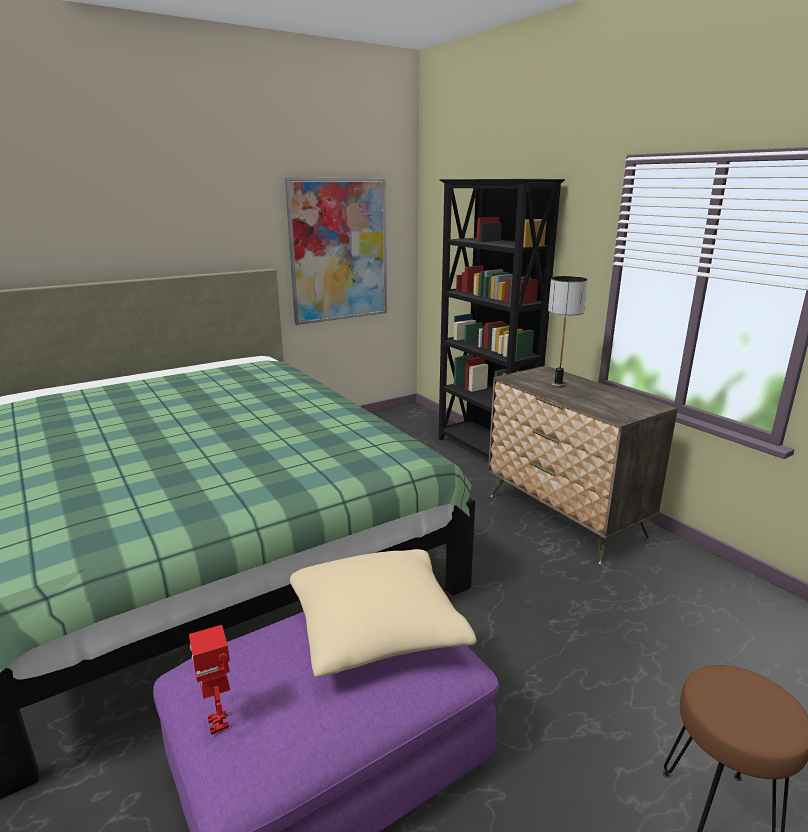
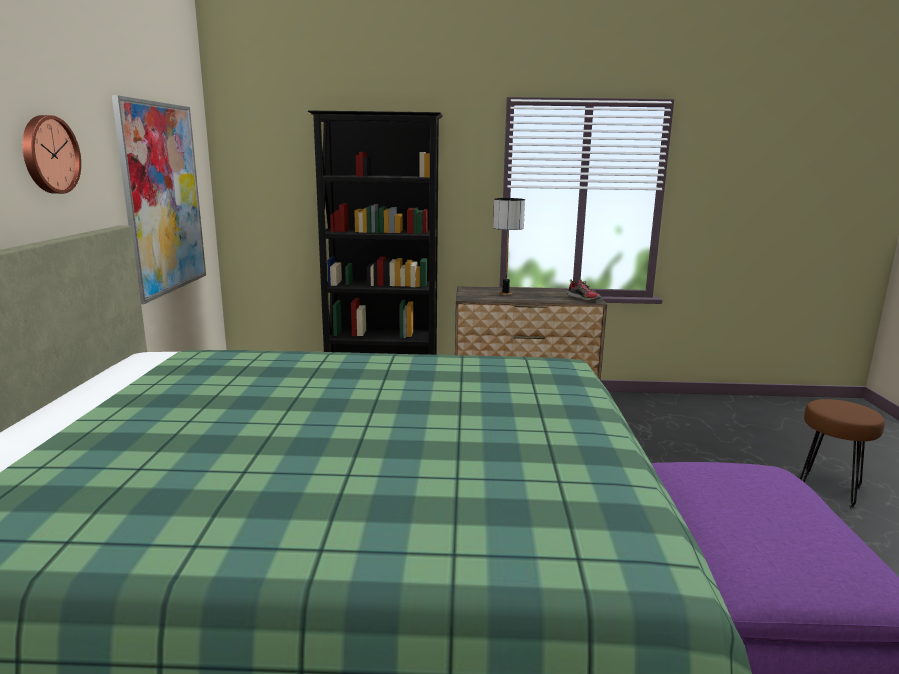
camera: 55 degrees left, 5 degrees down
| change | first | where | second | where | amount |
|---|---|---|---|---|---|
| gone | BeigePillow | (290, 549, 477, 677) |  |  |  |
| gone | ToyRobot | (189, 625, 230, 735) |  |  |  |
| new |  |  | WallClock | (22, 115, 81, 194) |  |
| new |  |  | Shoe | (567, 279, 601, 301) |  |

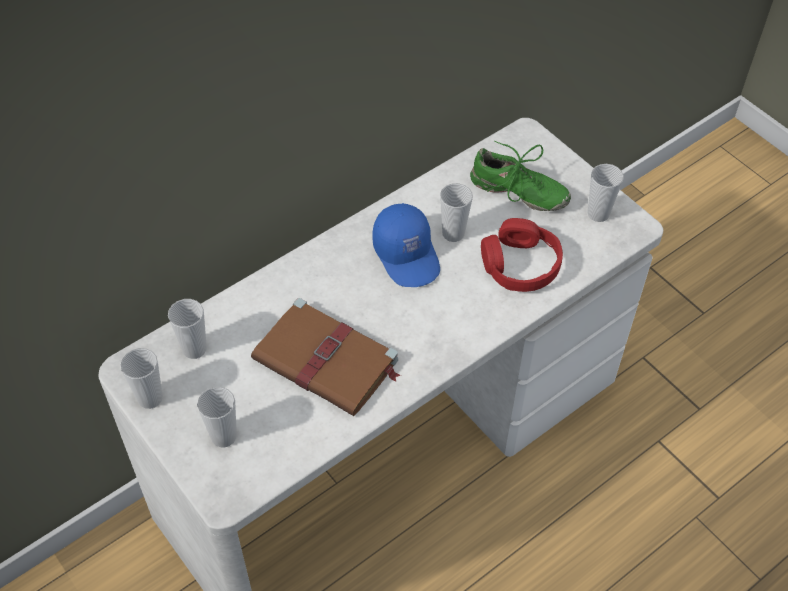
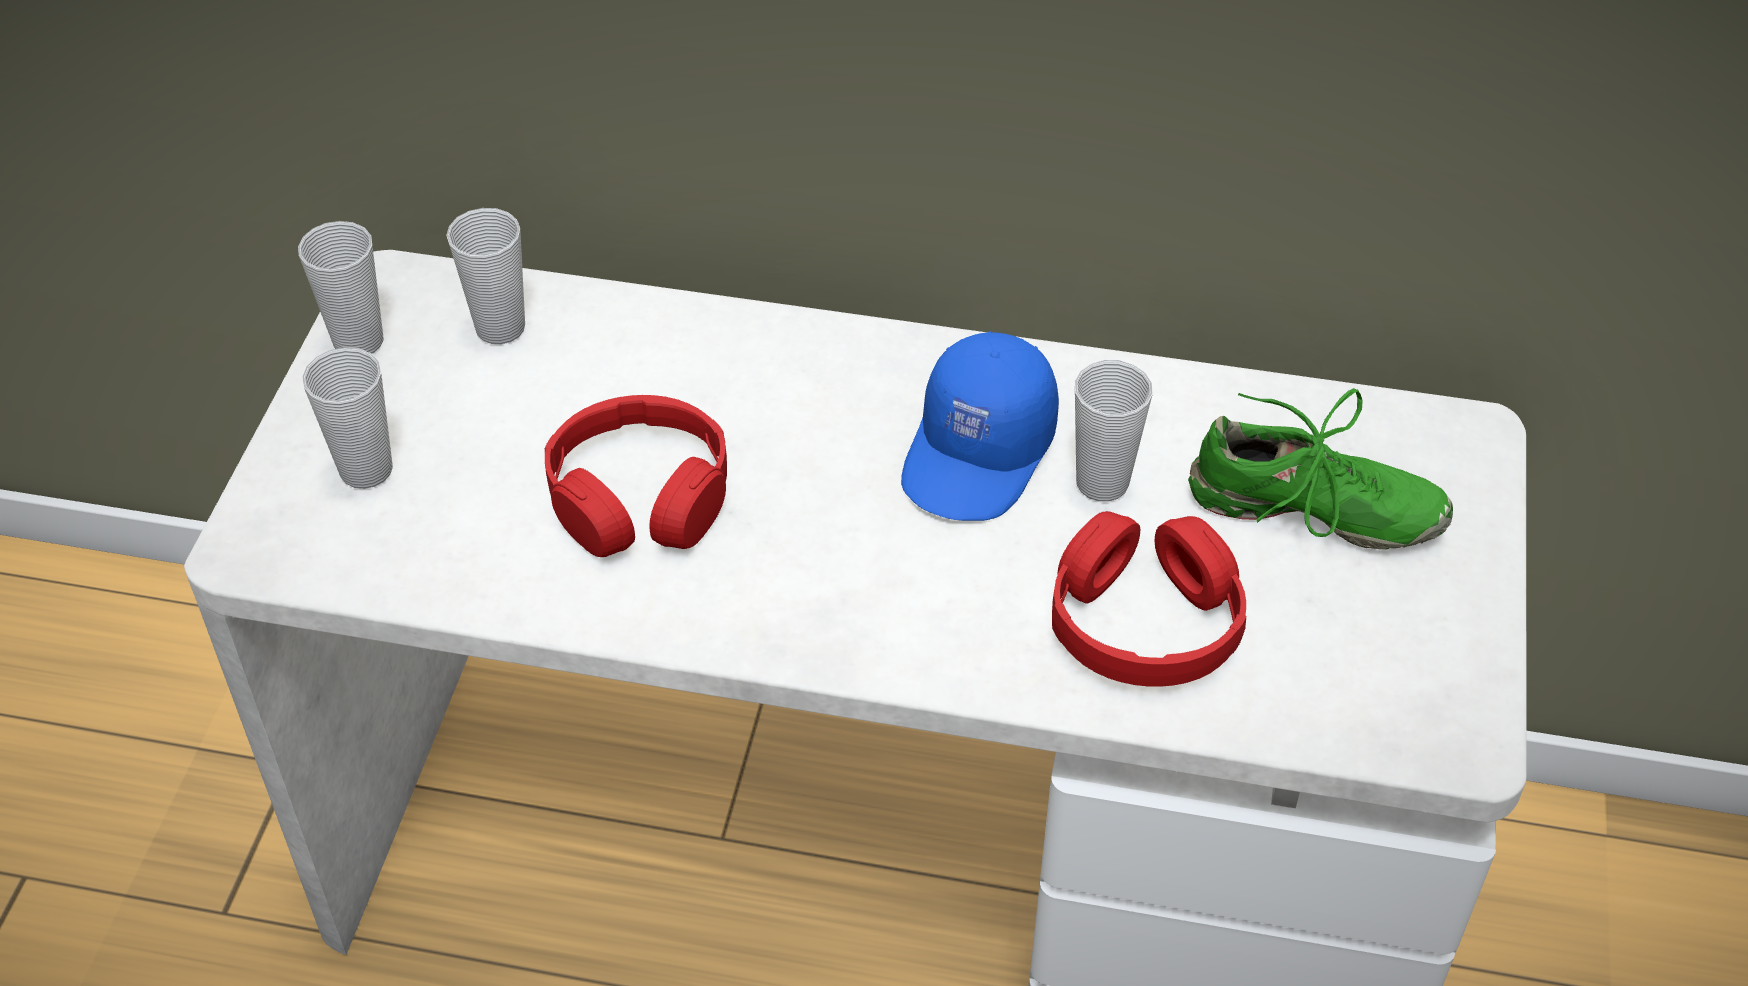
camera: 50 degrees right, 5 degrees down
| change | first | where | second | where | amount |
|---|---|---|---|---|---|
| rotated | GreenShoe | (470, 140, 571, 211) |  | (1188, 388, 1453, 550) | 60 degrees counterclockwise |
| gone | Cup | (588, 164, 624, 222) |  |  |  |
| swapped | BrownBook | (251, 298, 401, 416) | RedHeadphones | (545, 395, 727, 557) |  |

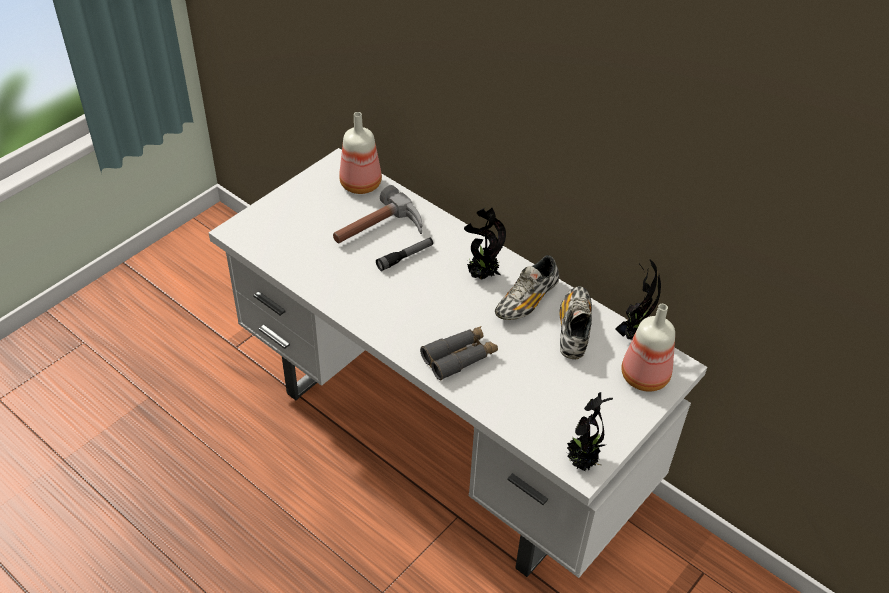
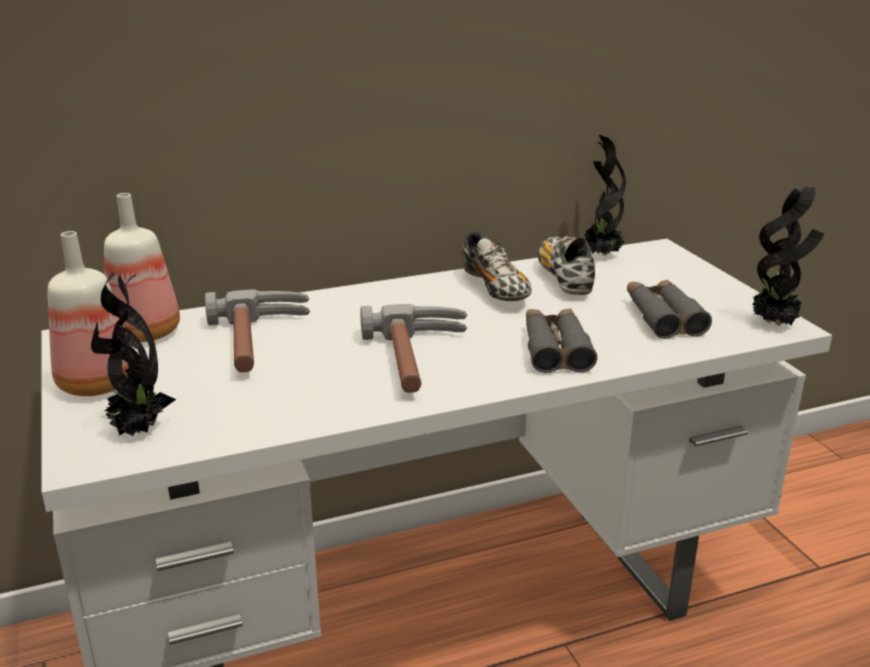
camera: 60 degrees left, 20 degrees down
| change | first | where | second | where | amount |
|---|---|---|---|---|---|
| shifted | PottedPlant | (464, 208, 506, 280) |  | (91, 271, 176, 436) |  |
| gone | Flashlight | (376, 238, 433, 271) |  |  |  |
| rotated | Shoe | (559, 286, 592, 359) |  | (538, 236, 595, 295) | 45 degrees clockwise |
| shifted | Bottle | (621, 304, 675, 392) |  | (47, 231, 129, 396) |  |
| new |  |  | GreyBinoculars | (627, 280, 712, 339) |  |
| new |  |  | Hammer | (360, 304, 467, 393) |  |

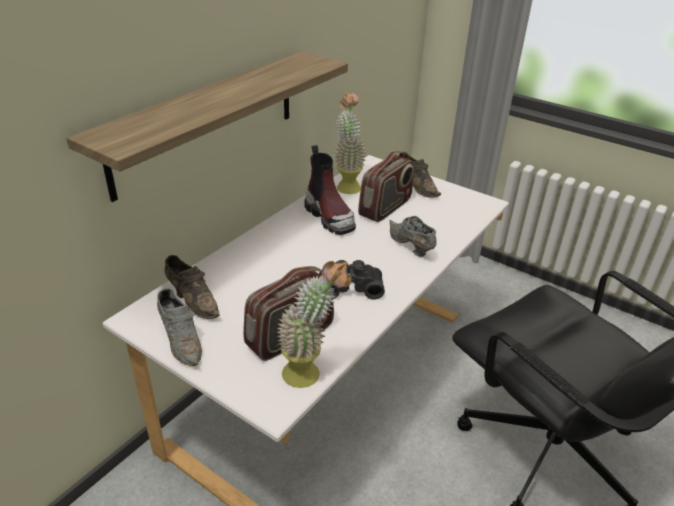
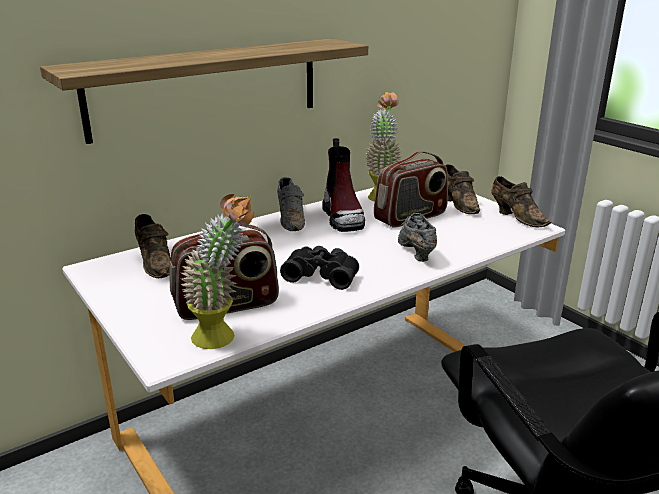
camera: 20 degrees right, 10 degrees down
| change | first | where | second | where | amount |
|---|---|---|---|---|---|
| shifted | GreyShoe | (157, 288, 202, 366) |  | (277, 177, 305, 231) |  |
| new |  |  | BrownShoe | (491, 176, 551, 227) |  |

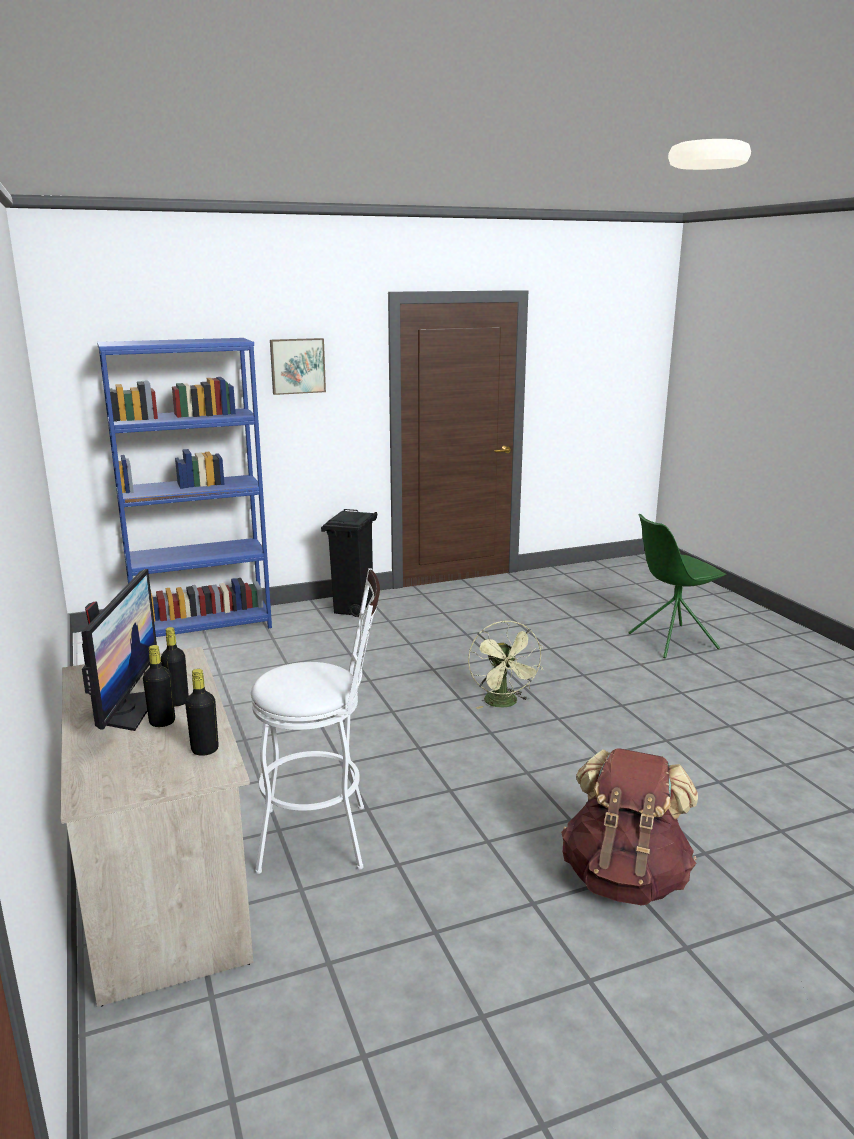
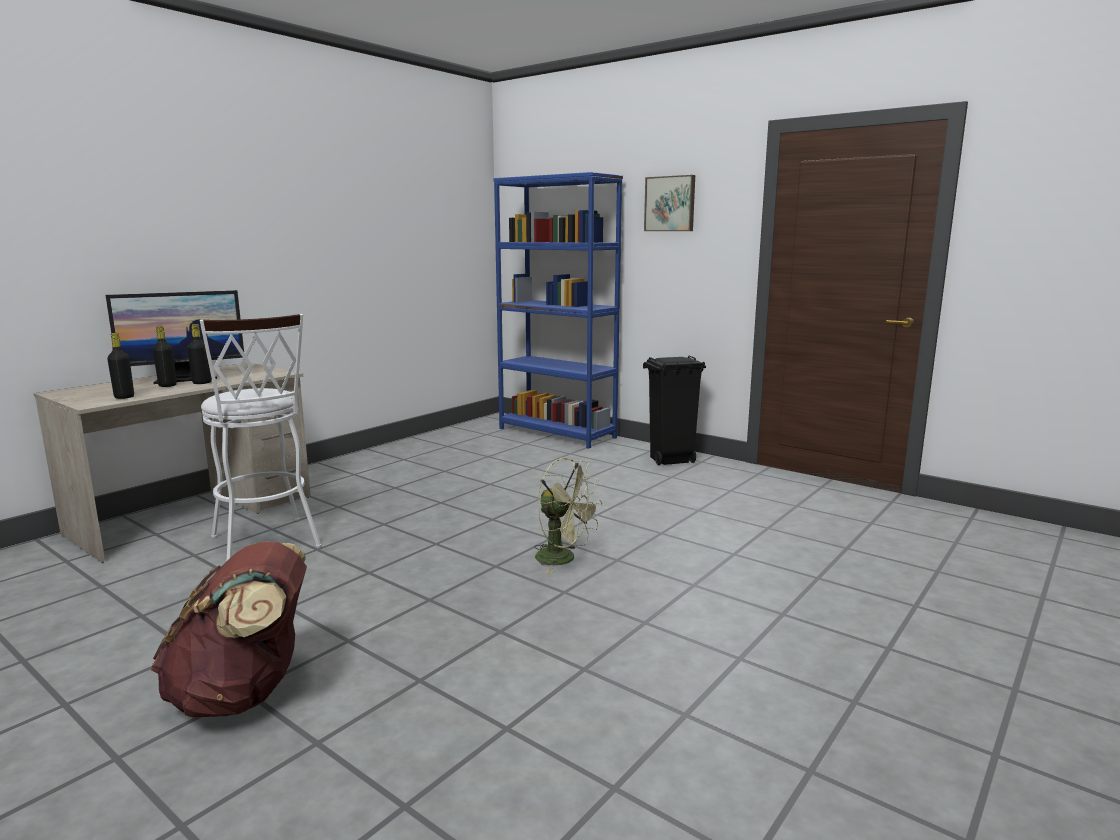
camera: 60 degrees right, 5 degrees down
| change | first | where | second | where | amount |
|---|---|---|---|---|---|
| gone | GreenChair | (628, 514, 726, 658) |  |  |  |
| rotated | GreenFan | (468, 620, 543, 709) |  | (534, 458, 602, 574) | 105 degrees counterclockwise |

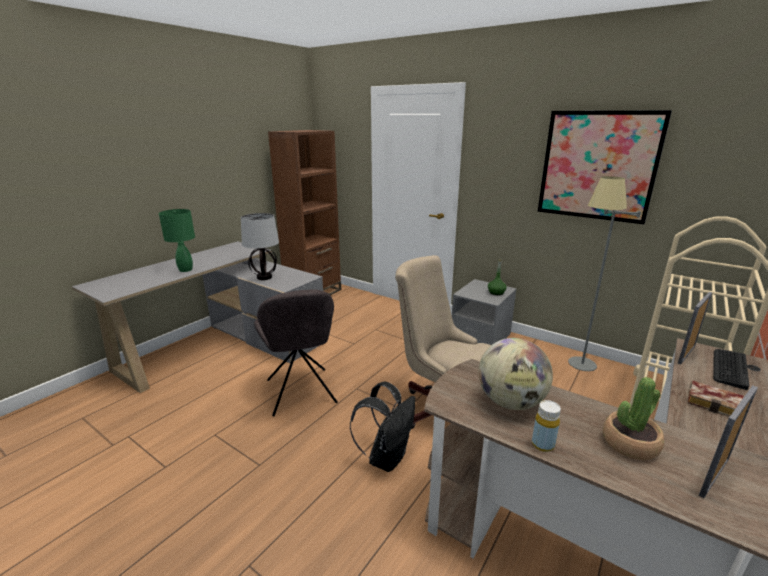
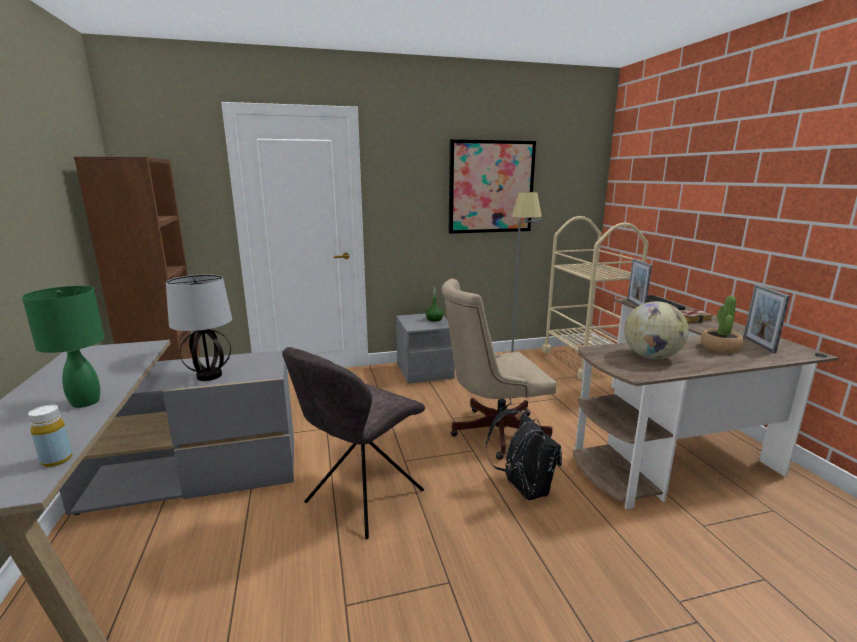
camera: 50 degrees left, 5 degrees down
| change | first | where | second | where | amount |
|---|---|---|---|---|---|
| rotated | GreyChair | (254, 289, 338, 416) |  | (282, 347, 425, 539) | 105 degrees clockwise |
| shifted | YellowBottle | (532, 400, 561, 452) |  | (28, 405, 72, 467) |  |

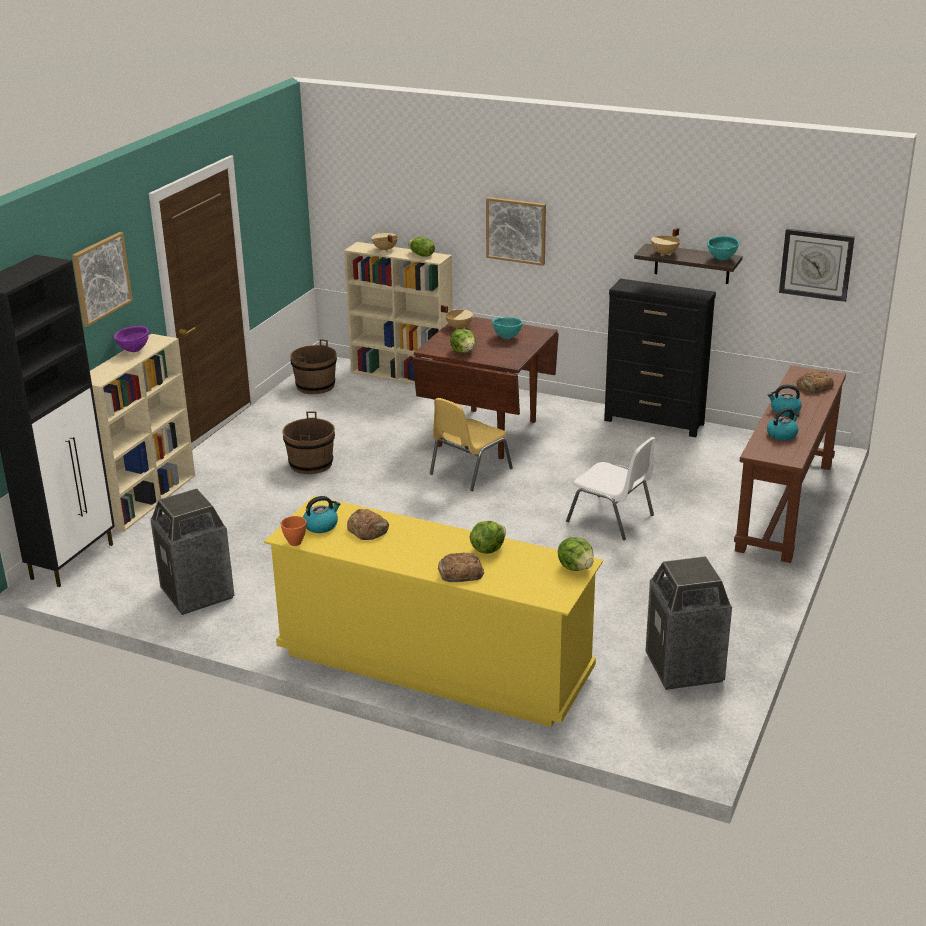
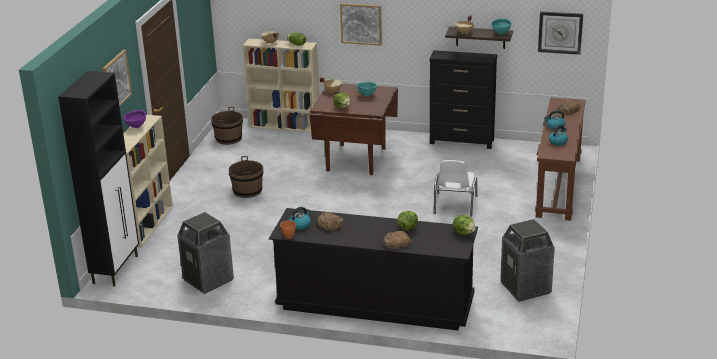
camera: 10 degrees left, 0 degrees up
| change | first | where | second | where | amount |
|---|---|---|---|---|---|
| gone | YellowChair | (430, 398, 513, 491) |  |  |  |
| rotated | WhiteChair | (566, 437, 656, 540) |  | (434, 160, 477, 217) | 75 degrees clockwise |
| repainted | YellowDresser | (264, 496, 603, 727) | BlackDresser | (269, 208, 478, 330) |  |

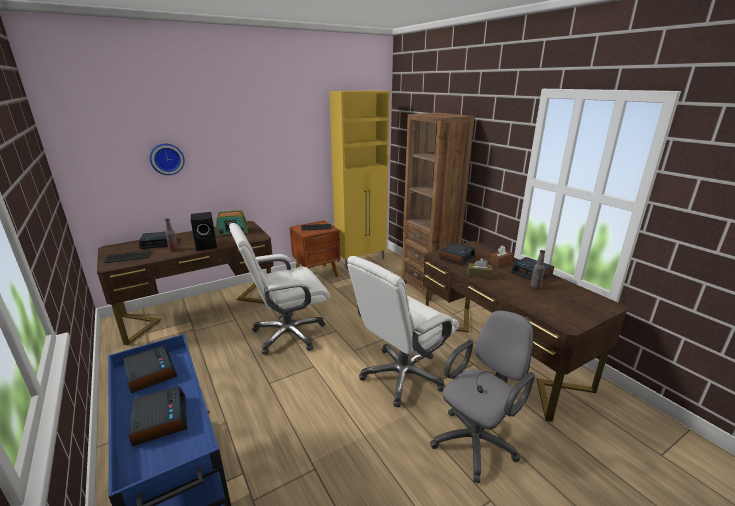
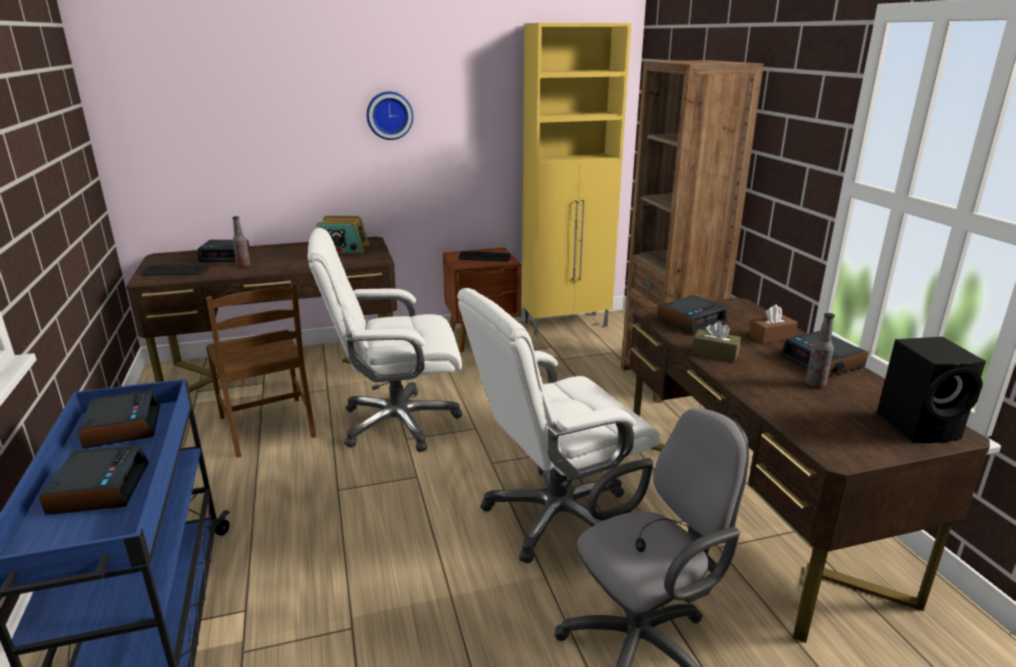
camera: 15 degrees right, 0 degrees up
| change | first | where | second | where | amount |
|---|---|---|---|---|---|
| shifted | WallClock | (150, 144, 185, 175) |  | (366, 91, 413, 140) |  |
| shifted | BlackSpeaker | (191, 212, 217, 251) |  | (877, 337, 986, 443) |  |
| new |  |  | BrownChair | (206, 283, 316, 458) |  |

